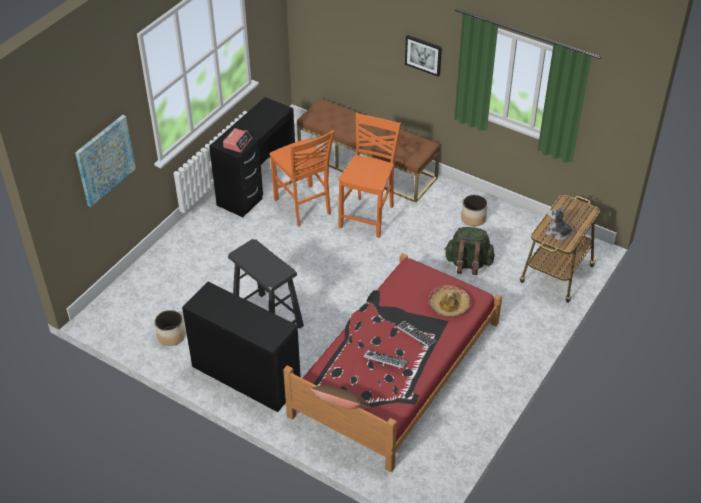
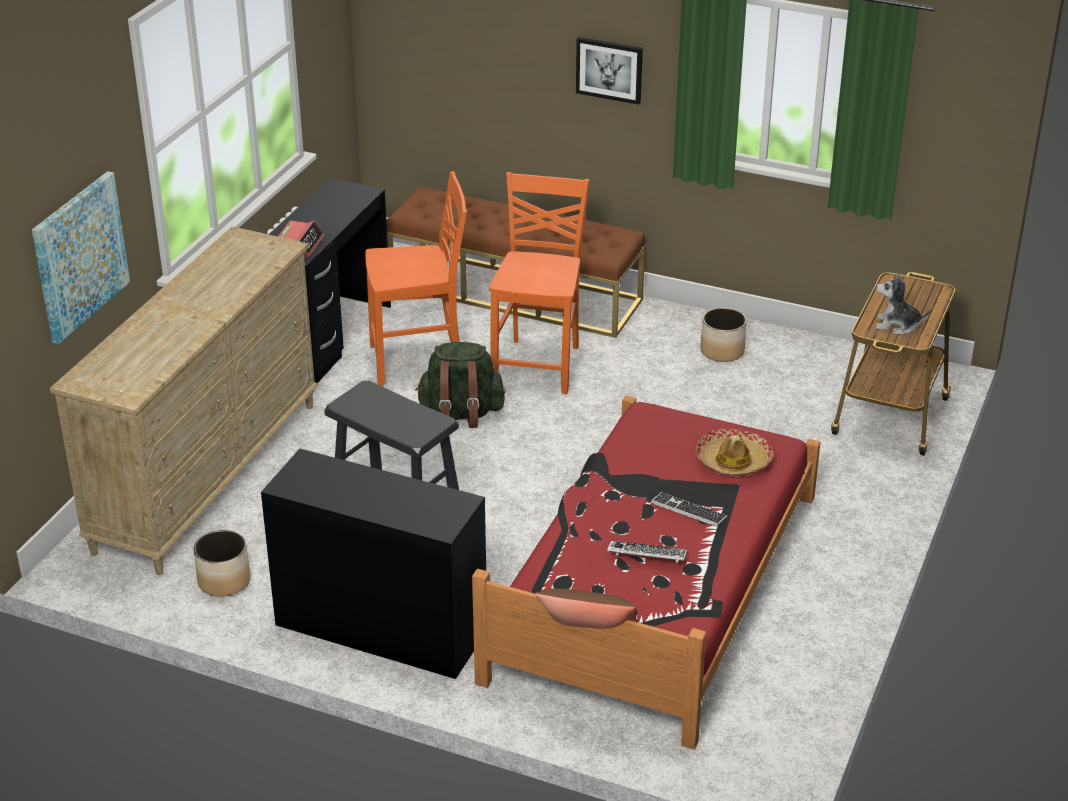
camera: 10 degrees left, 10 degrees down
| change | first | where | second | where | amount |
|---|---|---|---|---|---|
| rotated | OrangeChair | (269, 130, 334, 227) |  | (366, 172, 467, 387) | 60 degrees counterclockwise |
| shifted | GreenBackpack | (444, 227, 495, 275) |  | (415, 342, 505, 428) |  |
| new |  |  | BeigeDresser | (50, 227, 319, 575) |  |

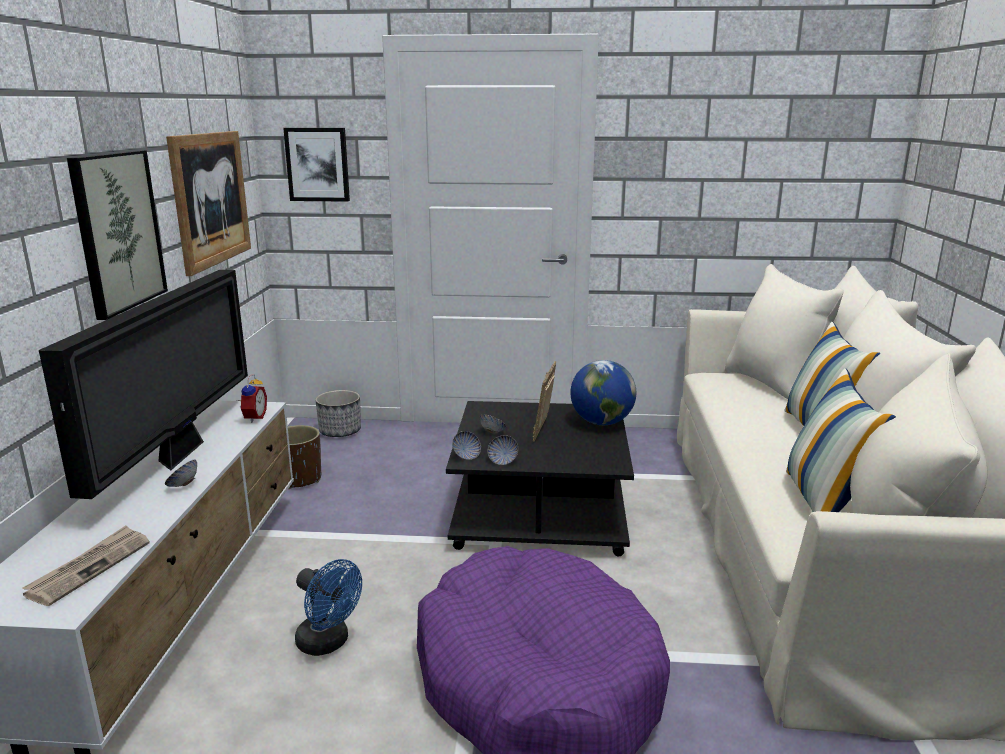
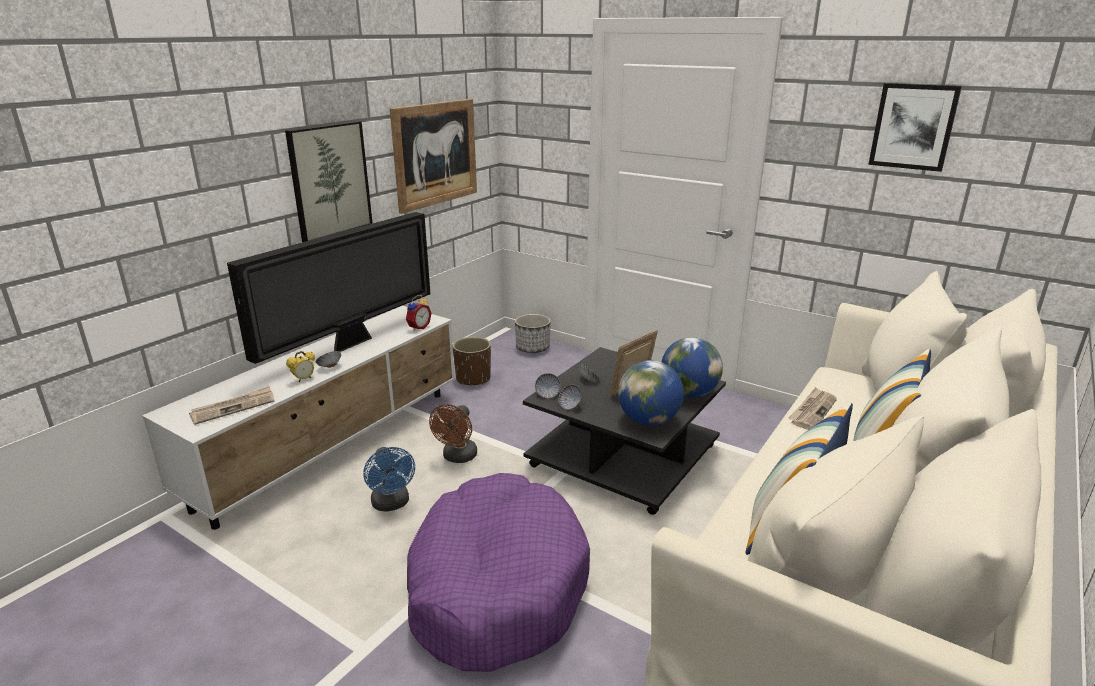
camera: 30 degrees right, 5 degrees up
| change | first | where | second | where | amount |
|---|---|---|---|---|---|
| shifted | Picture | (283, 128, 350, 202) |  | (868, 83, 962, 172) |  |
| new |  |  | AlarmClock | (286, 351, 315, 382) |  |
| new |  |  | Globe | (618, 360, 684, 426) |  |
| new |  |  | Newspaper | (788, 387, 837, 430) |  |
| new |  |  | BrownFan | (429, 404, 477, 463) |  |

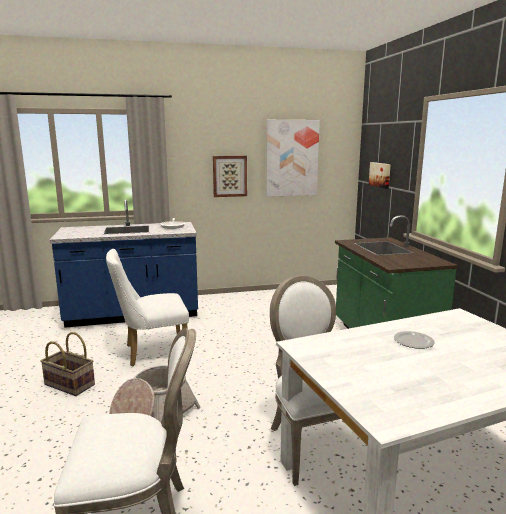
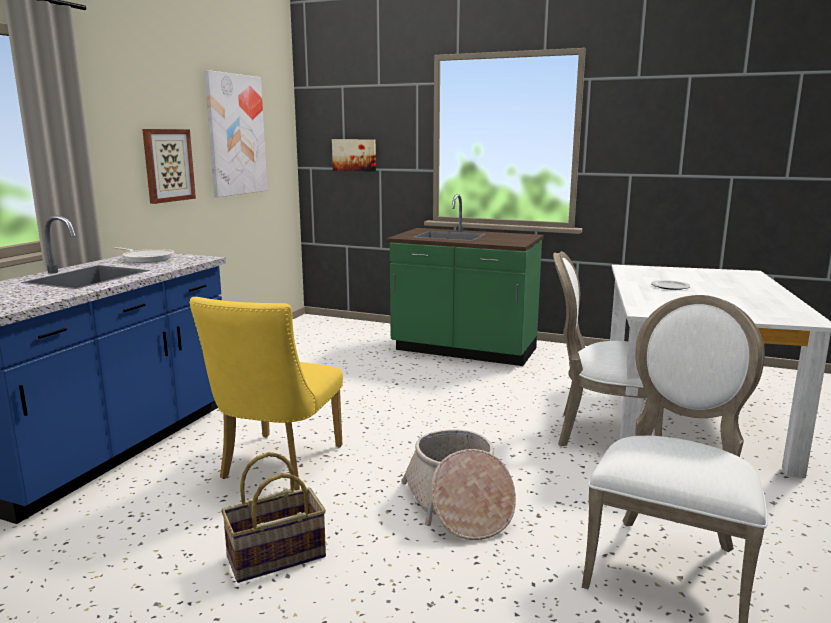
camera: 55 degrees left, 0 degrees up
| change | first | where | second | where | amount |
|---|---|---|---|---|---|
| repainted | WhiteChair | (106, 249, 189, 366) | YellowChair | (190, 297, 343, 490) |  |

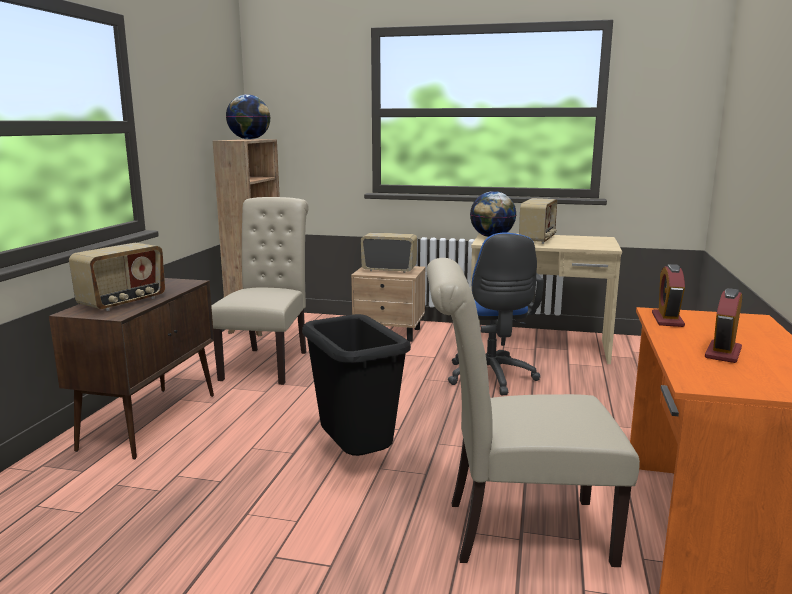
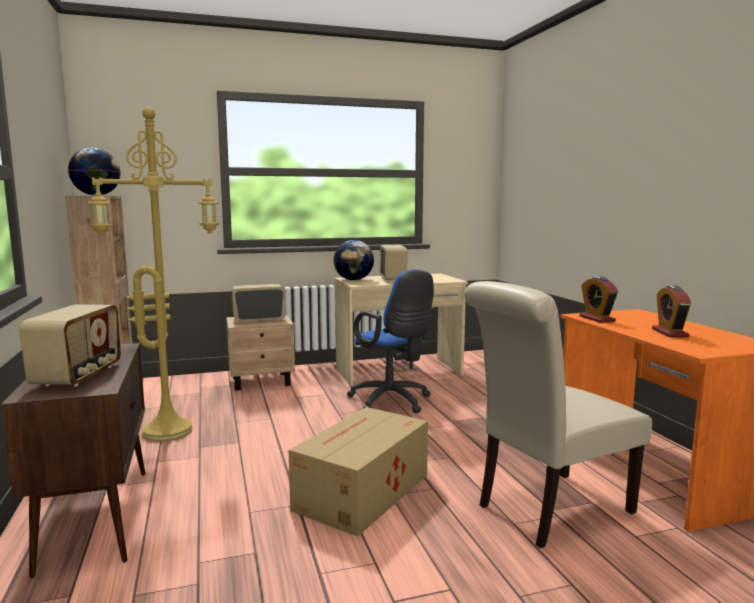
camera: 30 degrees left, 5 degrees down
| change | first | where | second | where | amount |
|---|---|---|---|---|---|
| swapped | BeigeChair | (211, 197, 309, 385) | YellowFloorLamp | (87, 107, 220, 442) |  |
| swapped | BlackTrashCan | (302, 314, 411, 456) | CardboardBox | (289, 407, 428, 537) |  |

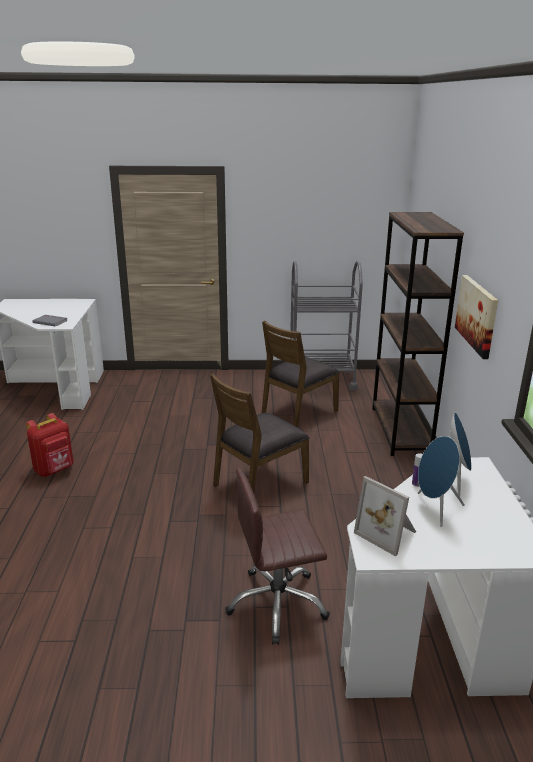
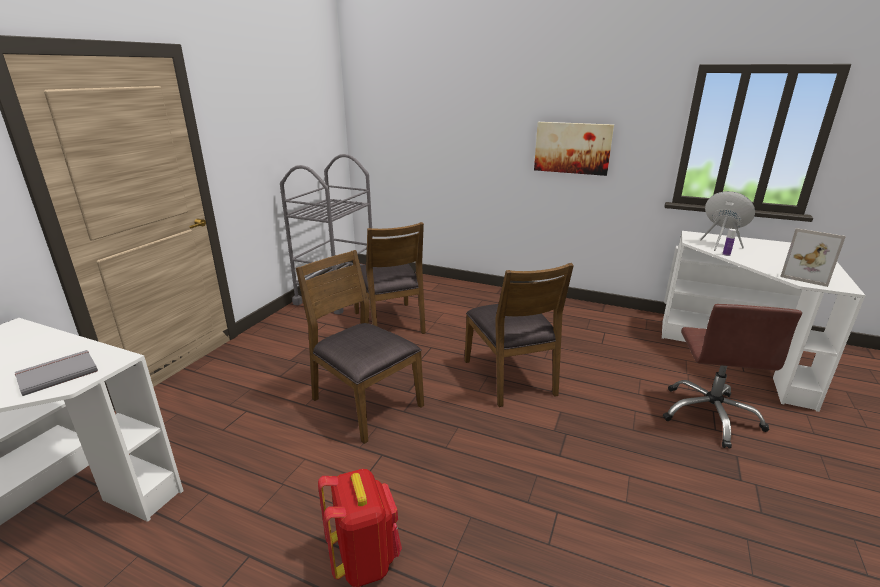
camera: 65 degrees left, 0 degrees up
| change | first | where | second | where | amount |
|---|---|---|---|---|---|
| gone | BrownBookcase | (372, 212, 464, 456) |  |  |  |
| gone | BlueSpeaker | (418, 436, 465, 527) |  |  |  |
| rotated | PictureFrame | (354, 476, 416, 557) |  | (780, 228, 846, 287) | 60 degrees clockwise |
| new |  |  | BrownChair | (296, 250, 424, 444) |  |

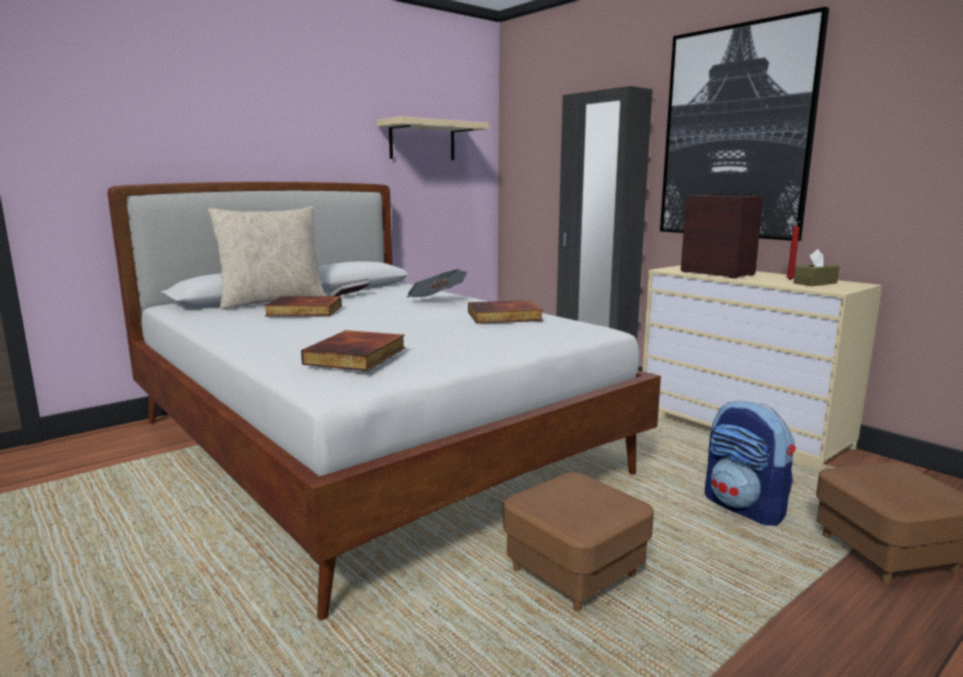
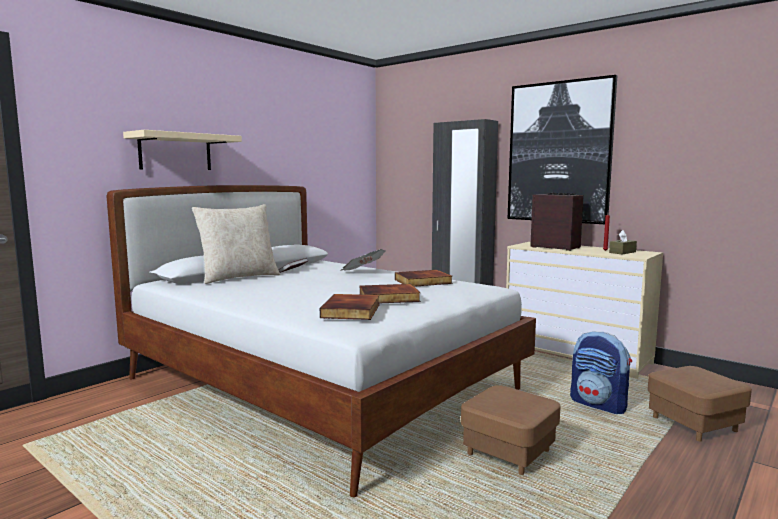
camera: 10 degrees left, 5 degrees down
| change | first | where | second | where | amount |
|---|---|---|---|---|---|
| shifted | BeigeShelf | (377, 116, 489, 160) |  | (123, 130, 242, 170) |  |
| shifted | Book | (264, 296, 341, 316) |  | (360, 284, 421, 303) |  |

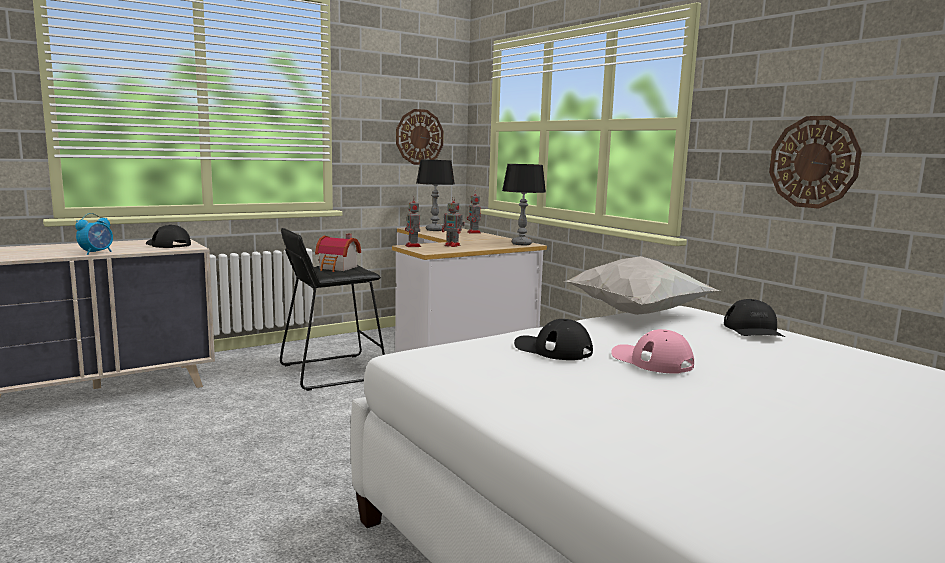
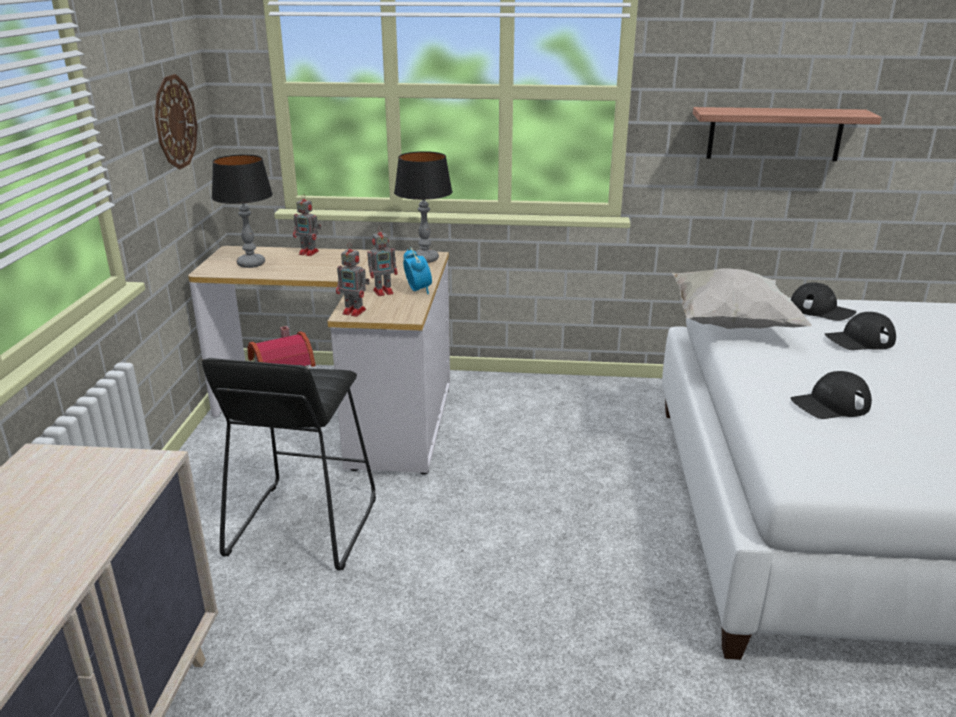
camera: 50 degrees left, 15 degrees up
| change | first | where | second | where | amount |
|---|---|---|---|---|---|
| swapped | WallClock | (769, 116, 862, 209) | Shelf | (693, 107, 882, 161) |  |
| shifted | AlarmClock | (75, 213, 113, 255) |  | (403, 248, 432, 294) |  |
| shifted | BlackCap | (146, 225, 191, 248) |  | (825, 312, 896, 350) |  |
| gone | PinkCap | (611, 329, 694, 373) |  |  |  |

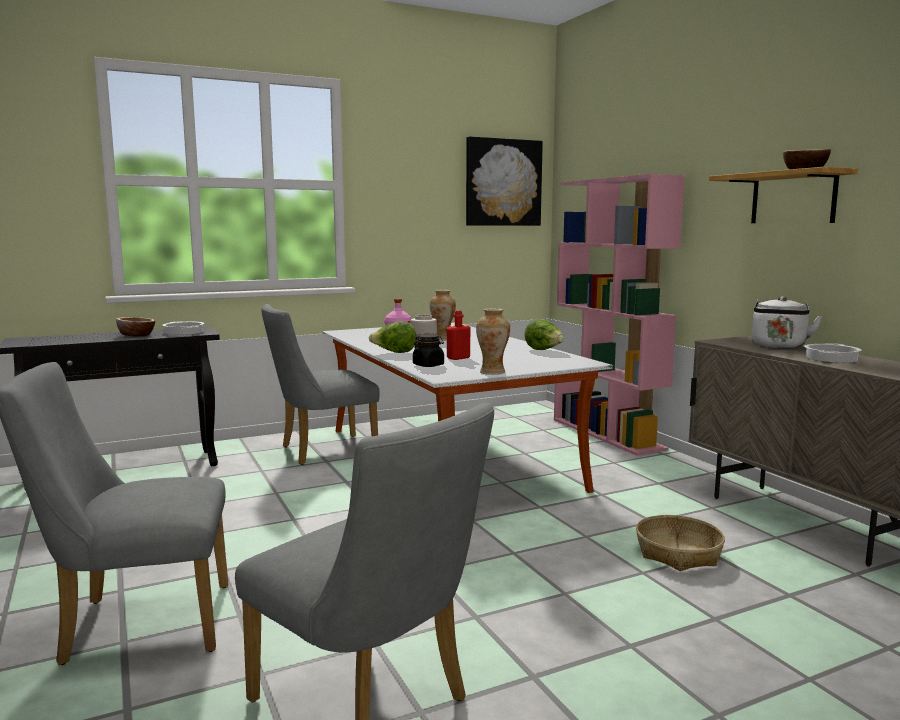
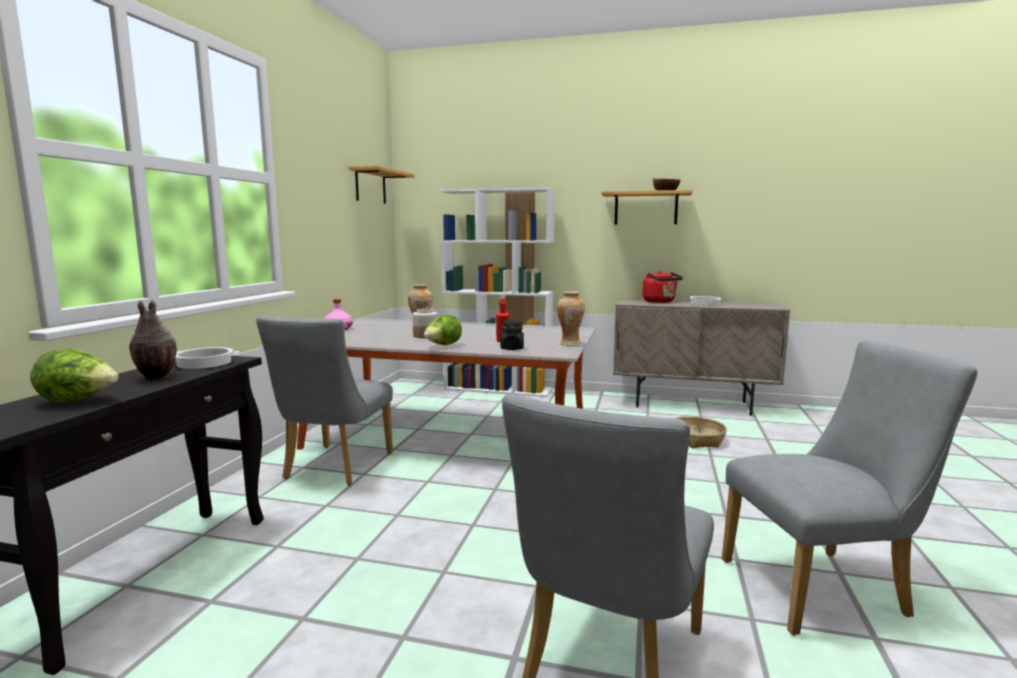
camera: 50 degrees left, 0 degrees up
| change | first | where | second | where | amount |
|---|---|---|---|---|---|
| swapped | Picture | (466, 136, 543, 226) | Shelf | (349, 166, 415, 204) |  |
| repainted | PinkBookcase | (554, 174, 685, 456) | WhiteBookcase | (439, 187, 555, 397) |  |
| repainted | WhiteKettle | (752, 297, 822, 348) | RedKettle | (642, 270, 683, 303) |  |
| swapped | Bowl | (116, 317, 155, 336) | Vase | (129, 300, 177, 380) |  |
| shifted | Lettuce | (524, 319, 564, 350) |  | (30, 349, 119, 403) |  |

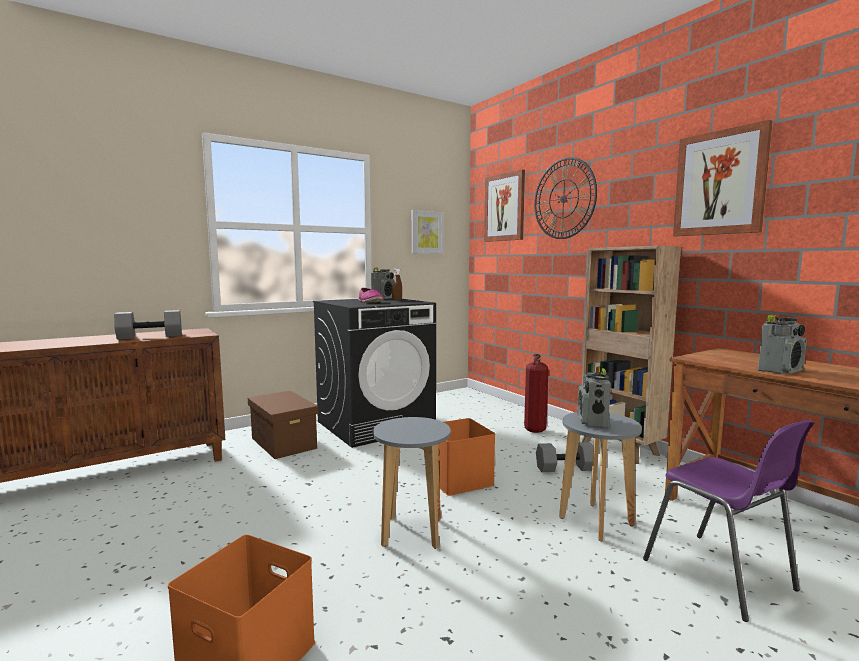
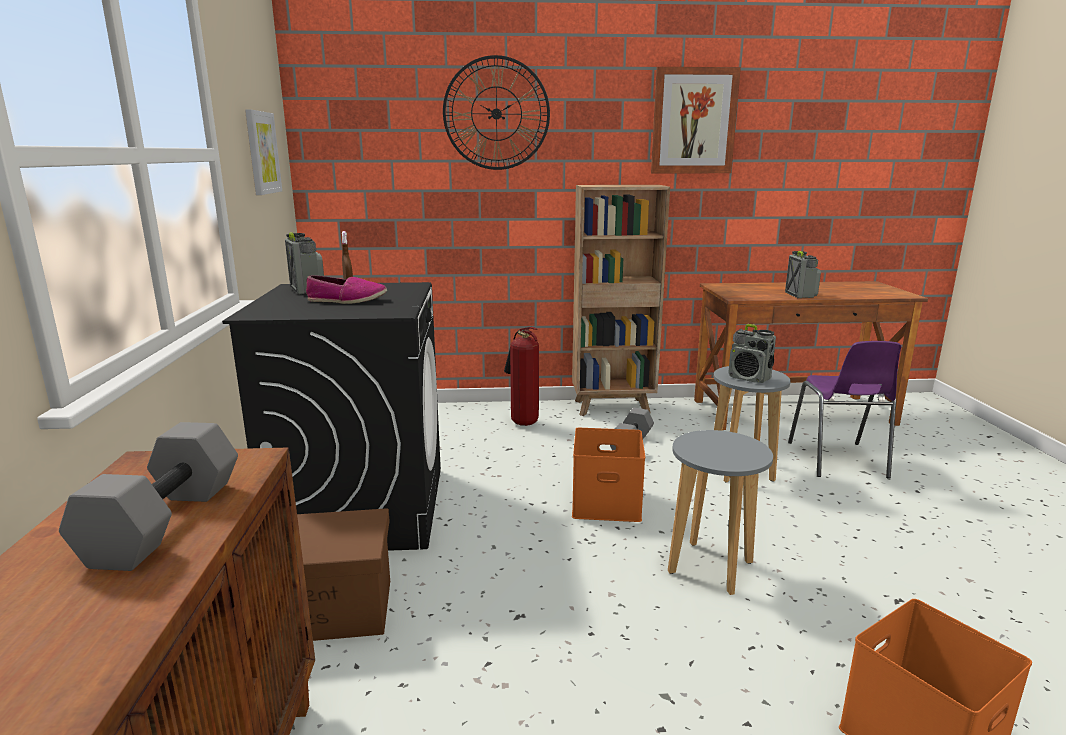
camera: 60 degrees left, 10 degrees up
| change | first | where | second | where | amount |
|---|---|---|---|---|---|
| gone | Picture | (484, 170, 525, 242) |  |  |  |
| rotated | PurpleChair | (643, 420, 815, 622) |  | (788, 341, 901, 478) | 90 degrees clockwise |

